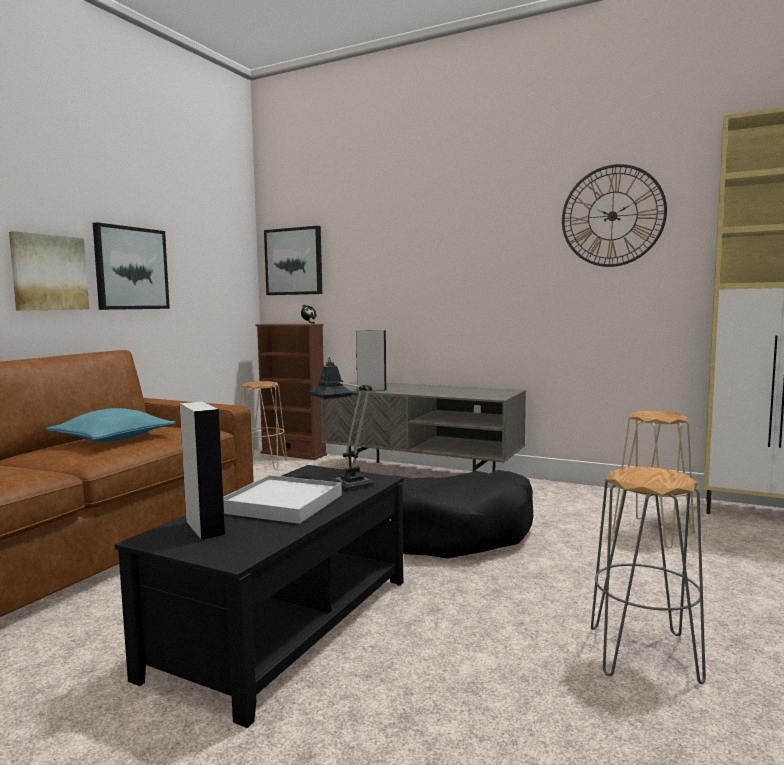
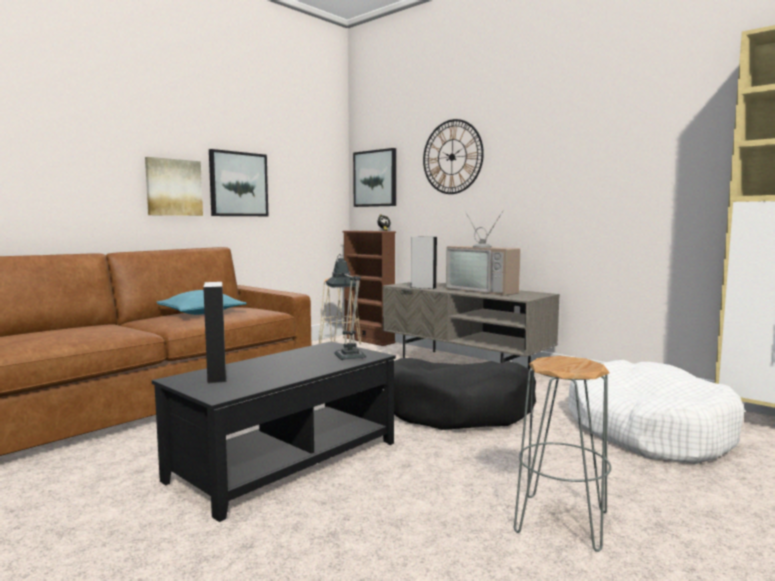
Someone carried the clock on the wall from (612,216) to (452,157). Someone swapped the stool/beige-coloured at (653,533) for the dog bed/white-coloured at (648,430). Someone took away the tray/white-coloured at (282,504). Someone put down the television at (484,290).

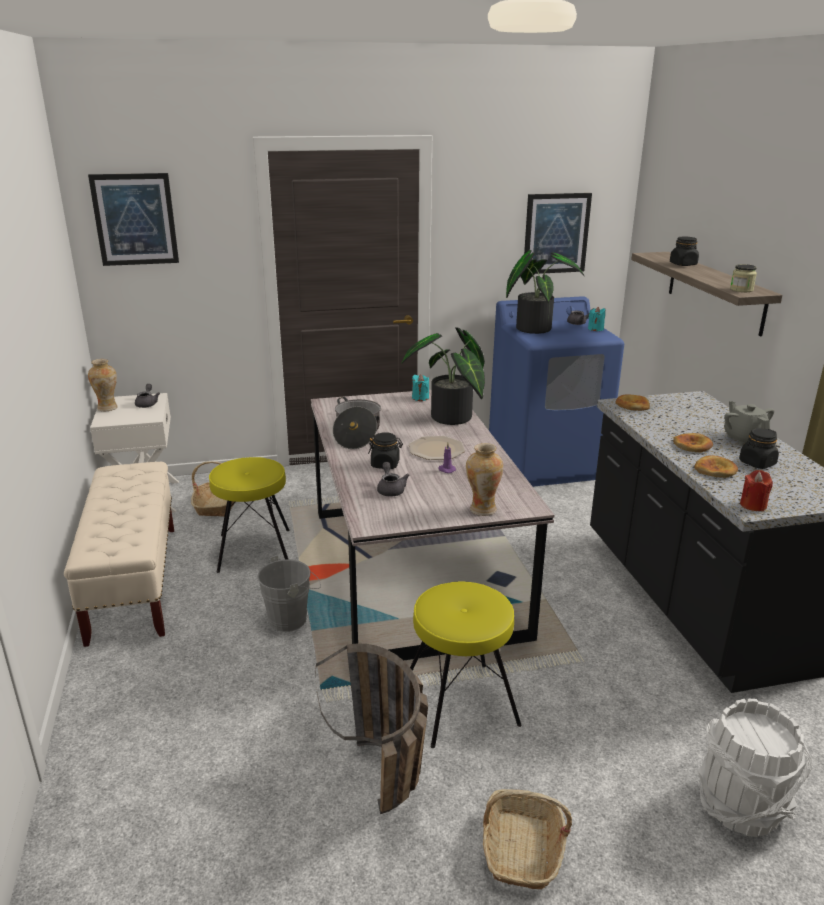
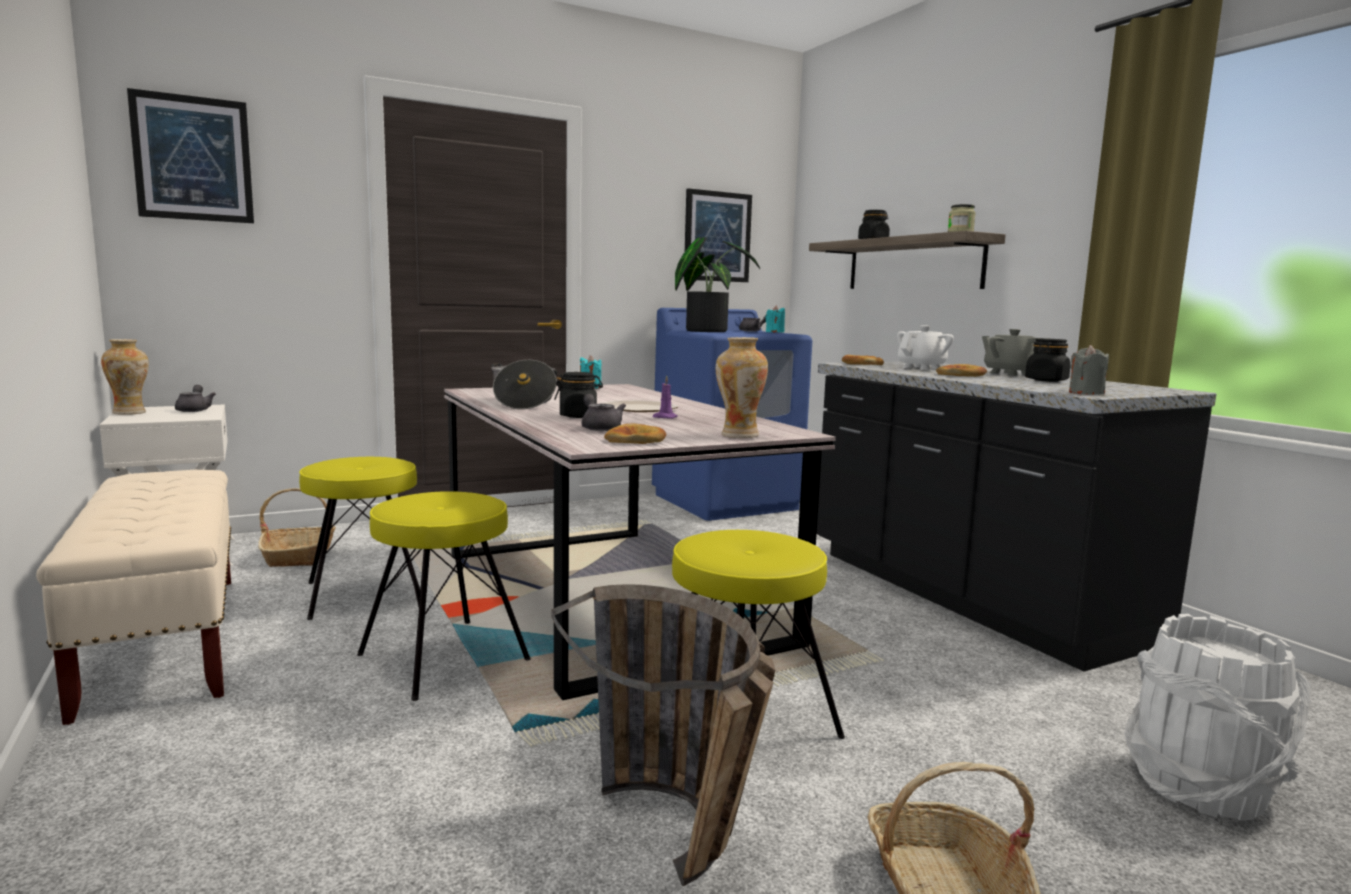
Someone took away the plant in a pot at (451,419). Someone carried the bread from (715,470) to (636,440). Someone repainted the candle/red at (753,505), which became the candle/gray at (1086,393). Someone swapped the water bucket/gray at (292,618) for the stool/yellow-coloured at (442,657). Someone put down the pot for tea/white-coloured at (922,368).

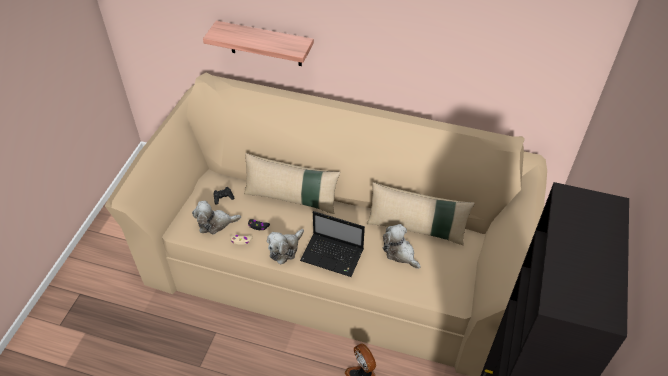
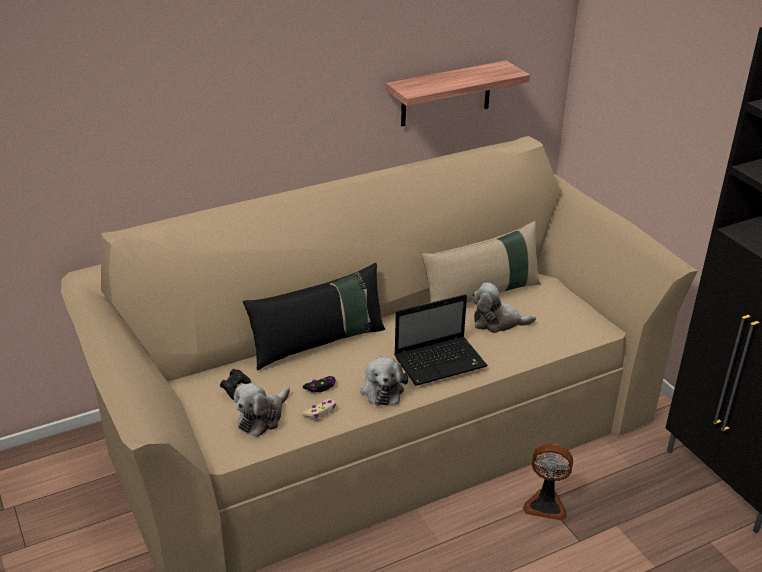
Someone carried the shelf from (265,44) to (446,94). Someone repainted the cushion/beige-coloured at (291,198), which became the cushion/blackish at (318,343).

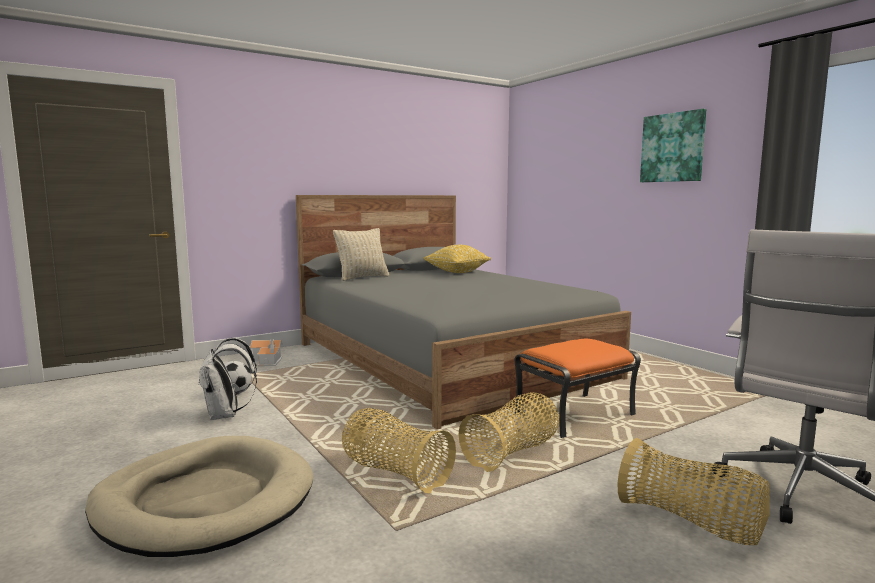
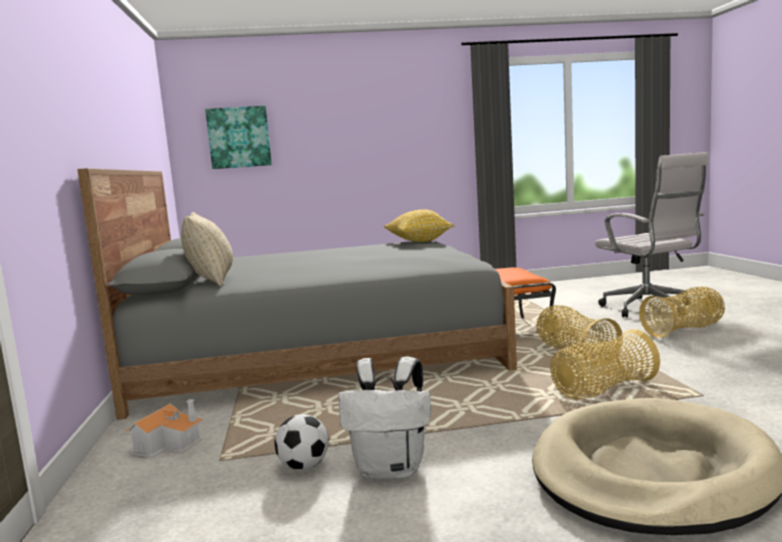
Someone carried the wall picture from (673,147) to (239,137). Someone carried the cushion/yellow-coloured from (457,272) to (419,241).

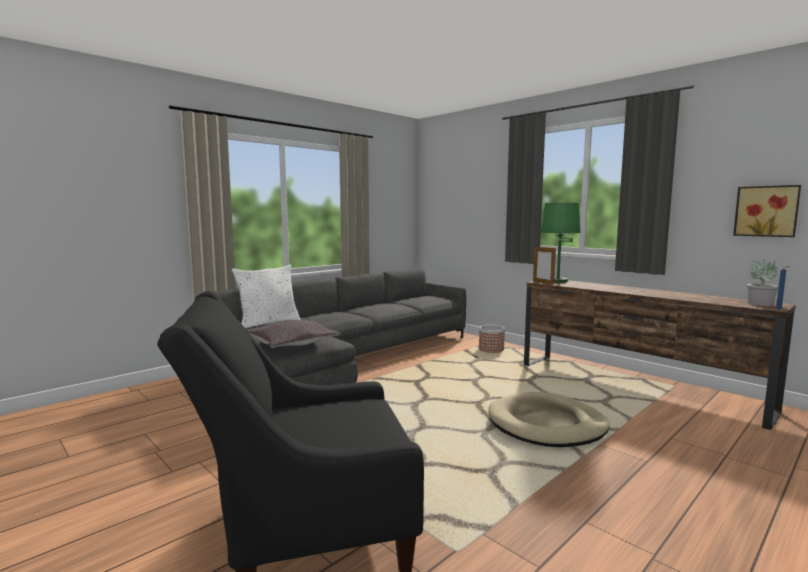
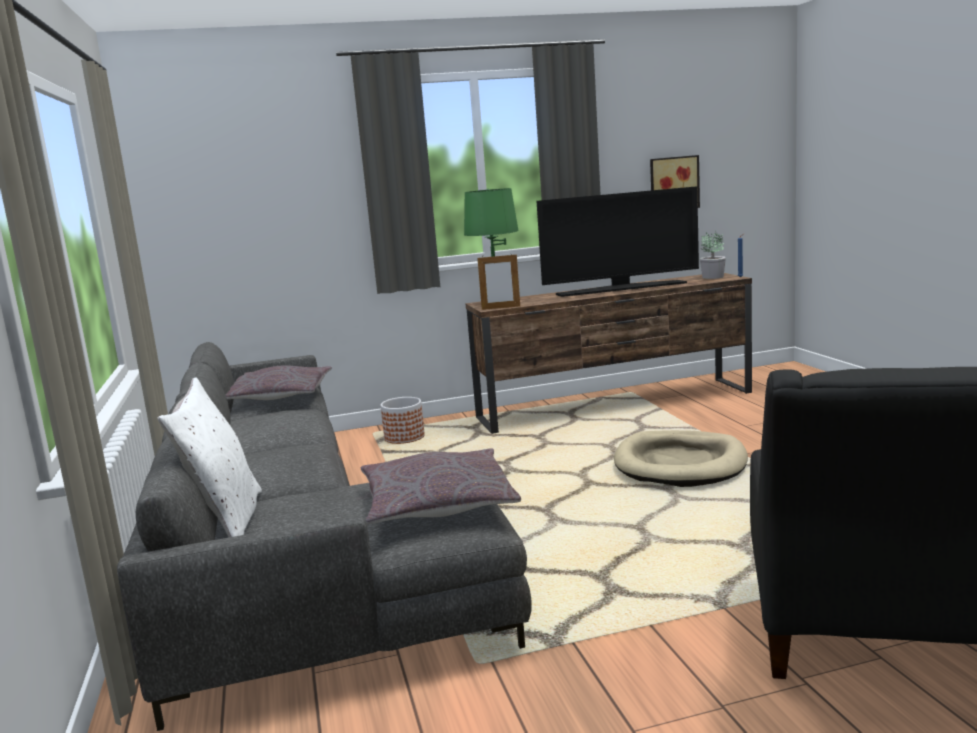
Someone put down the television at (621,289). Someone put down the cushion/gray at (279,396).

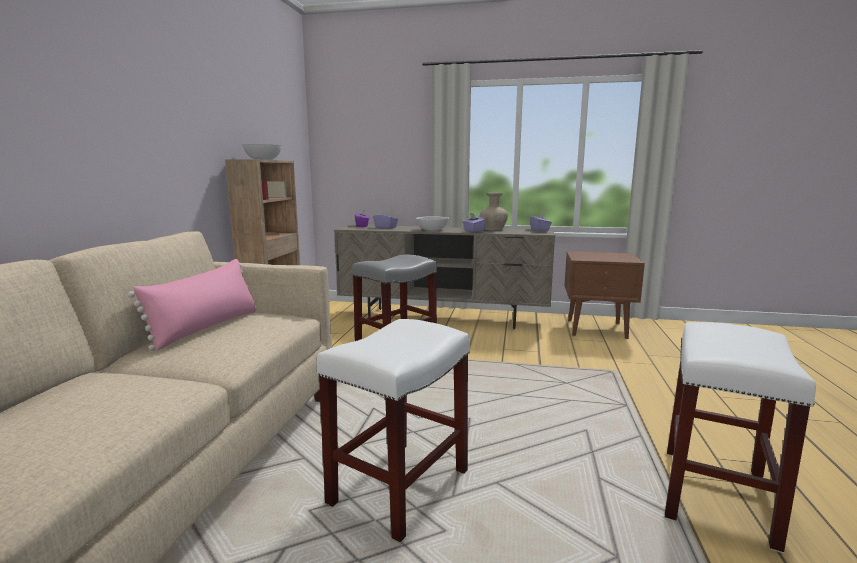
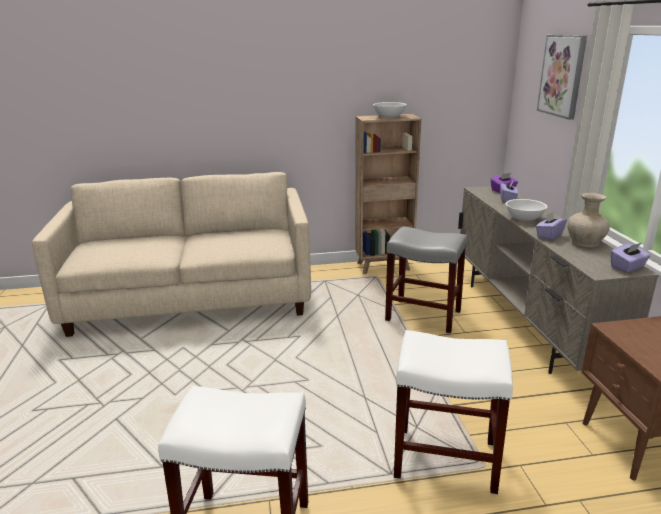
Someone took away the cushion/pinkish at (206,328). Someone carried the stool/white-coloured from (400,486) to (446,459). Someone put up the wall picture at (562,75).

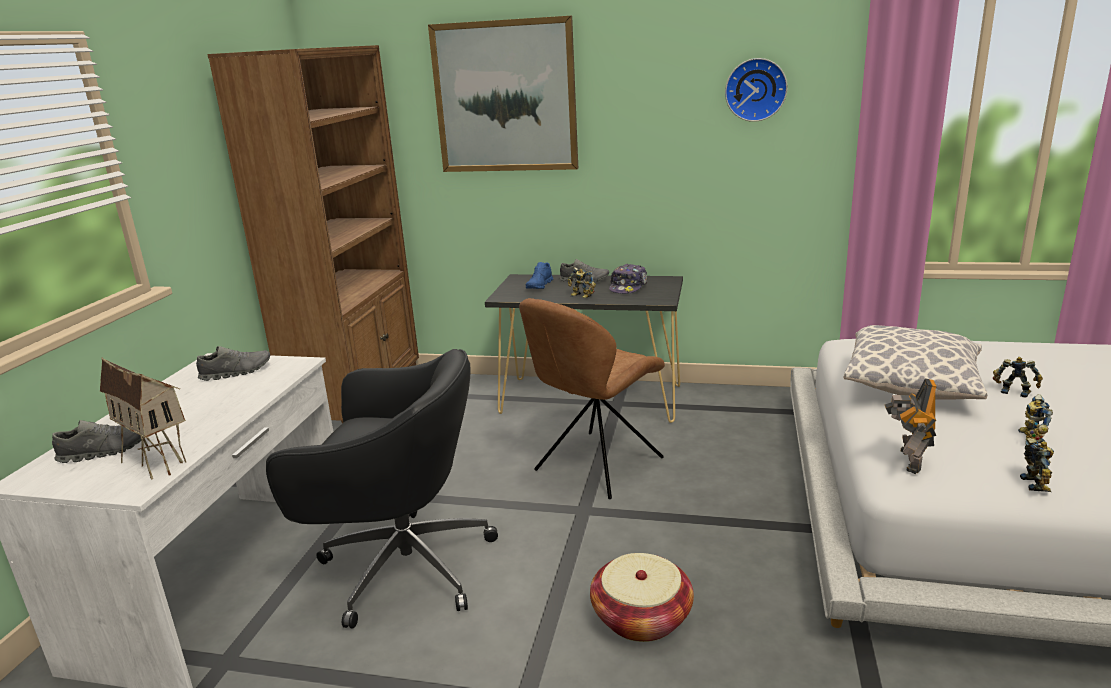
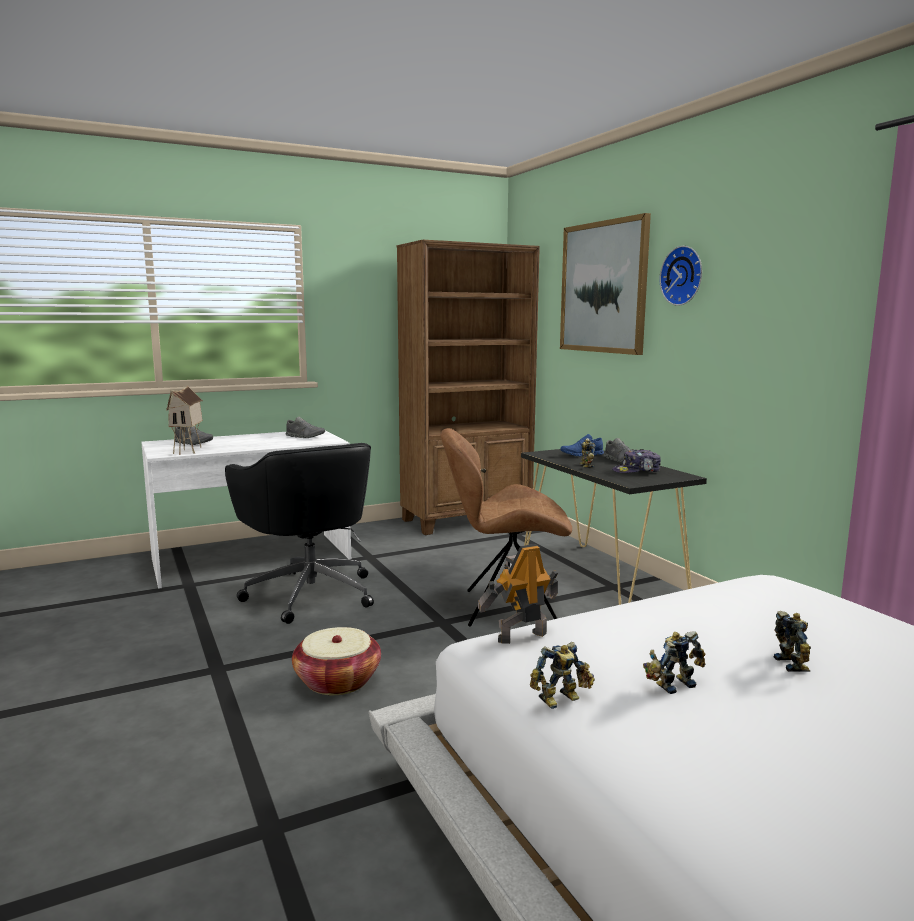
Someone carried the clock on the wall from (755,89) to (683,276). Someone took away the cushion at (911,386).

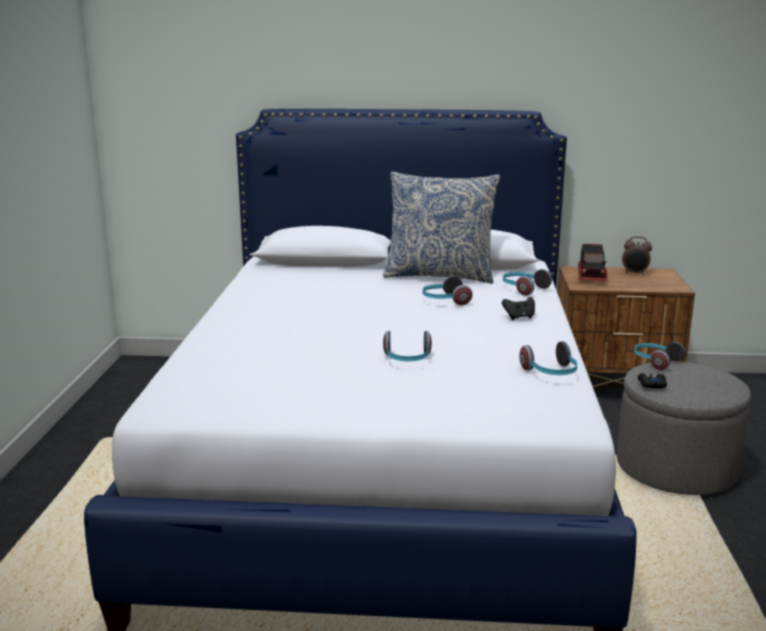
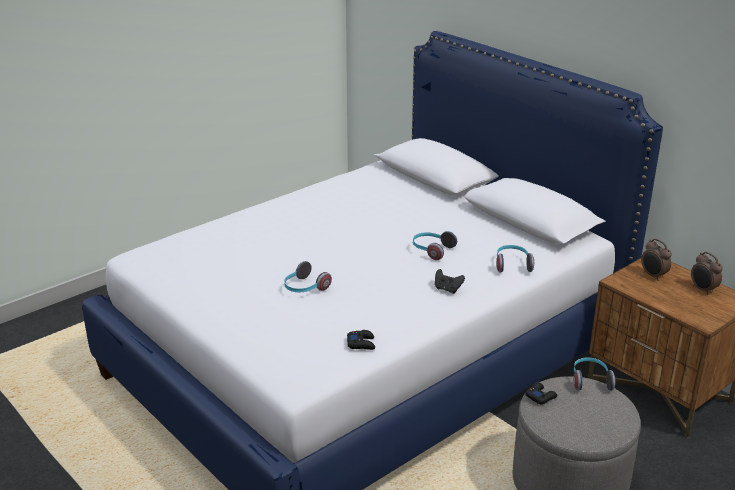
Someone took away the cushion at (439,275). Someone swapped the toy truck at (592,276) for the alarm clock at (653,276). Someone swapped the headset at (551,373) for the gamepad/blackish at (361,343).

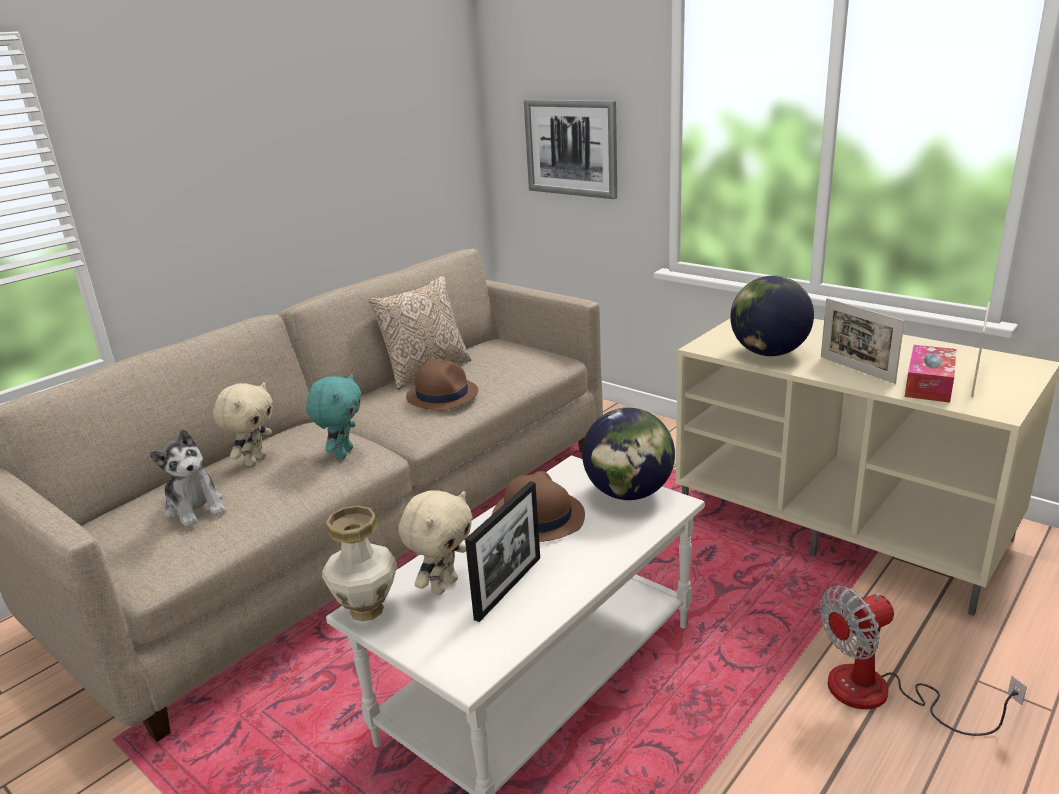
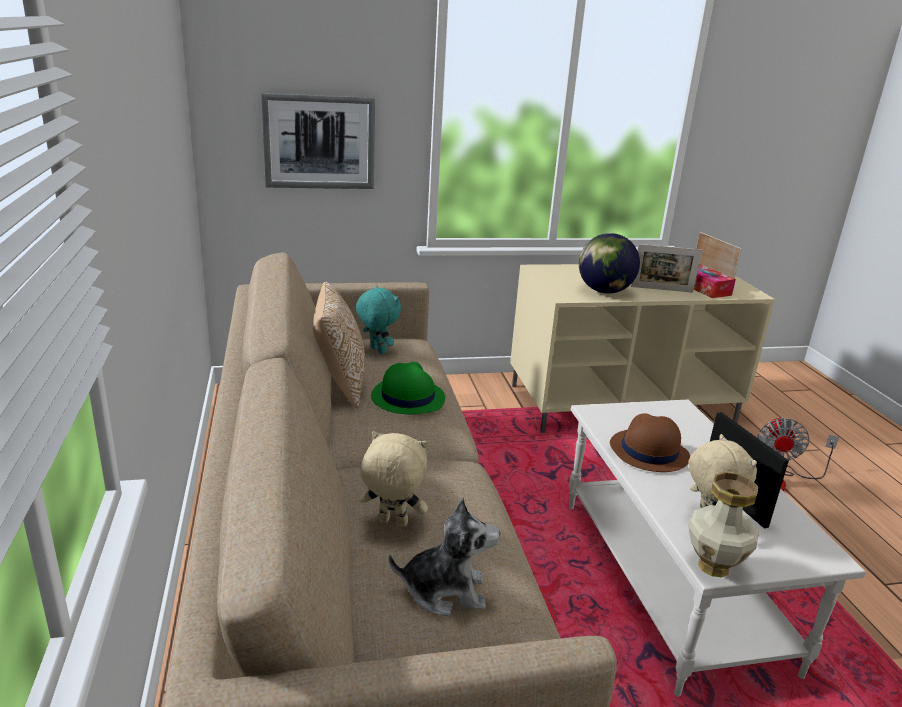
Someone repainted the wearable hat/brown at (442,394), which became the wearable hat/greenish at (407,397). Someone carried the cuddly toy/blue-green from (343,453) to (377,350). Someone rotated the cuddly toy/beige-coloured at (255,460) by 45 degrees counterclockwise. Someone took away the desk globe at (628,493).

